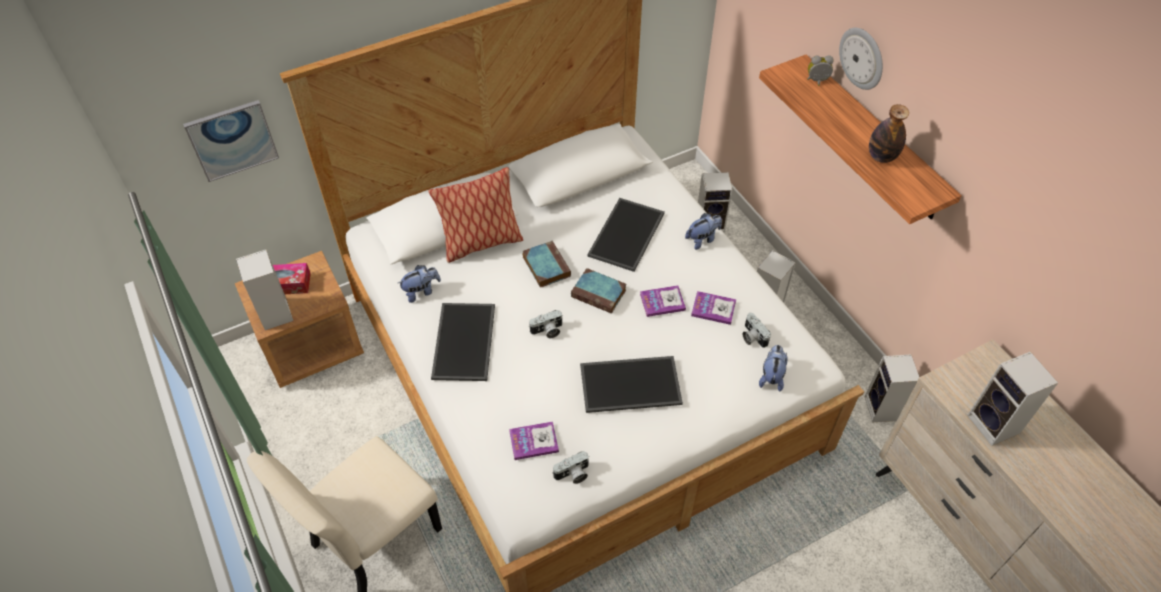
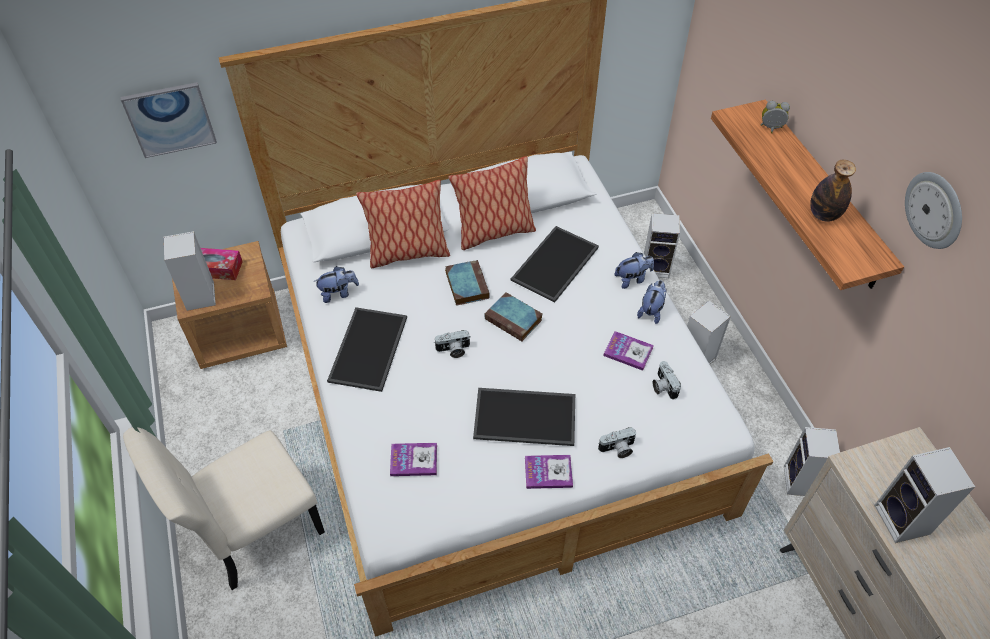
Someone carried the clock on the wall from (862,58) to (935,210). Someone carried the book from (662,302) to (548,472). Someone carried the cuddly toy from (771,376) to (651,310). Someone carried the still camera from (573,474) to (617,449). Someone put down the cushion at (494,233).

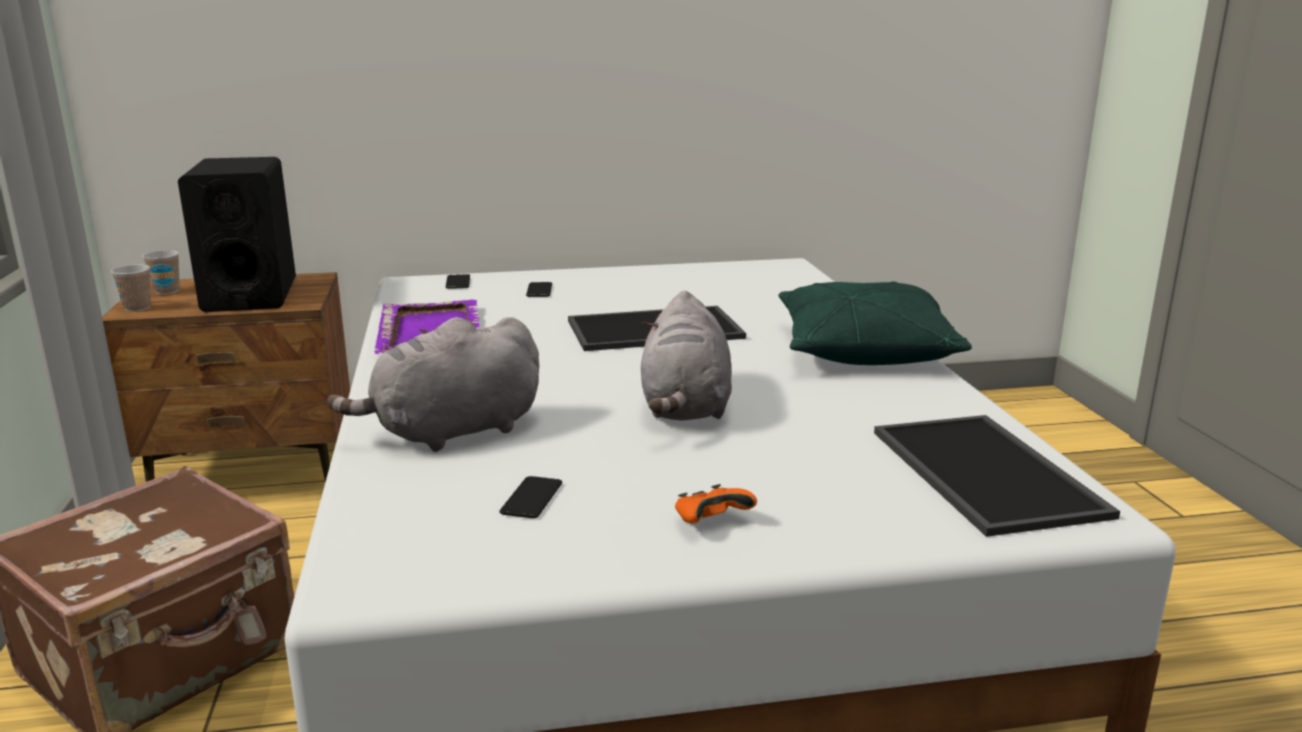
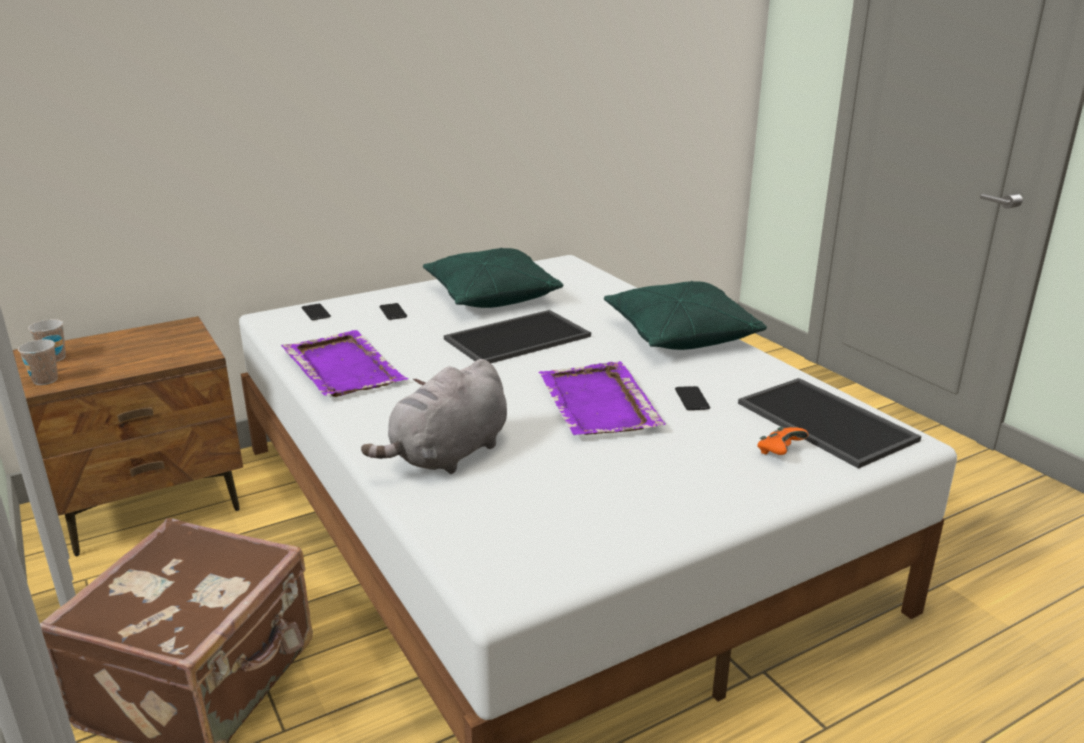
Someone took away the audio speaker/blackish at (250,295). Someone swapped the cuddly toy/gray at (685,407) for the tray/purple at (598,404). Someone carried the handset from (531,498) to (692,399). Someone carried the gamepad/orange-coloured from (711,523) to (779,452). Someone put down the cushion/greenish at (490,296).

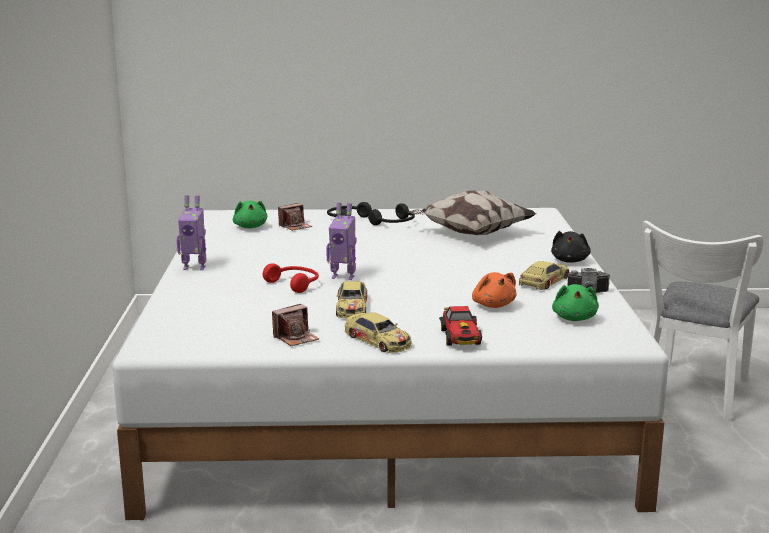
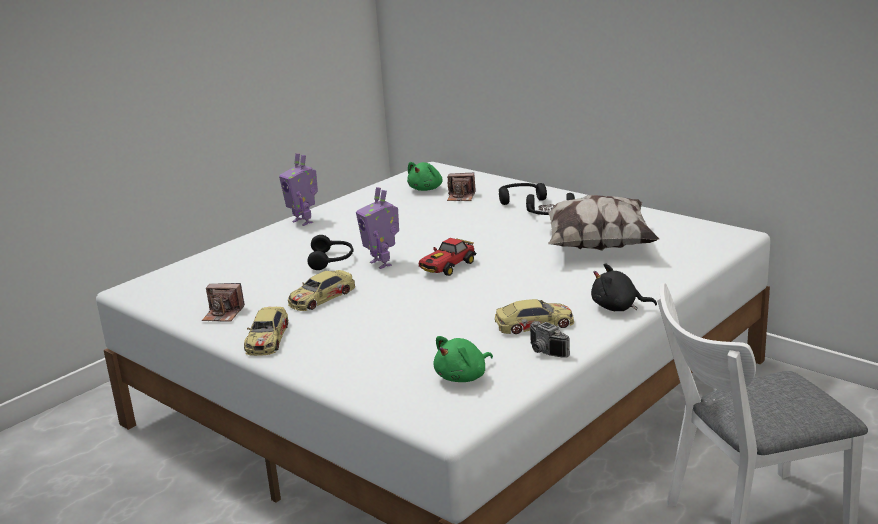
Someone rotated the cuddly toy/blackish at (570,261) by 45 degrees clockwise. Someone repainted the headset/red at (295,284), which became the headset/blackish at (332,260). Someone took away the cuddly toy/orange-coloured at (493,305). Someone carried the miniature car from (460,338) to (447,267).

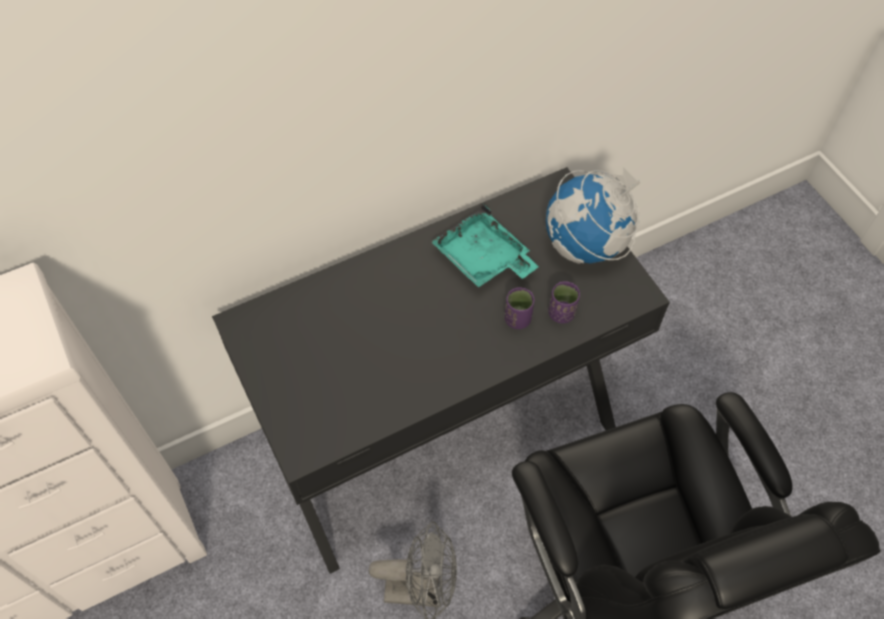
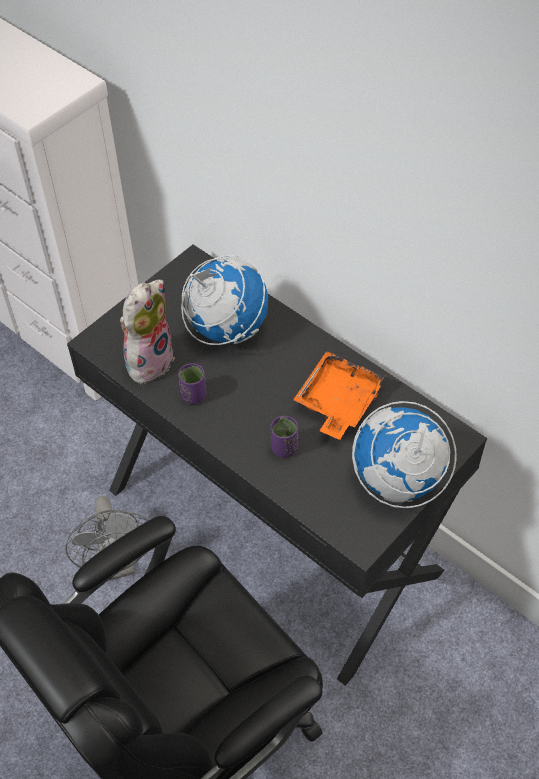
Someone repainted the tray/blue-green at (483,259), which became the tray/orange-coloured at (338,402). Someone carried the small cup/purple from (561,313) to (194,395). Someone put down the desk globe at (226,328). Someone put down the cuddly toy at (148,359).

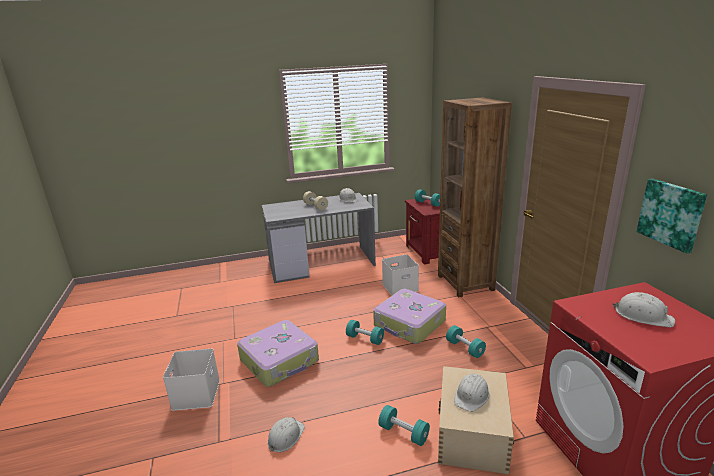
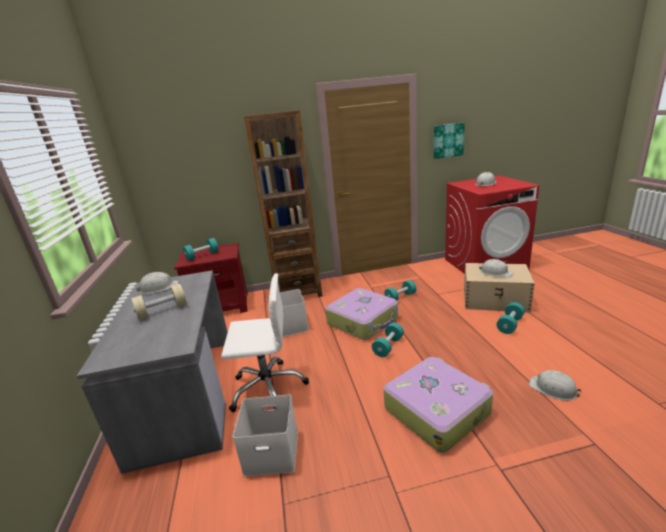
Someone carried the storage box/white-coloured from (195,393) to (270,453). Someone put down the computer chair/white-coloured at (268,388).

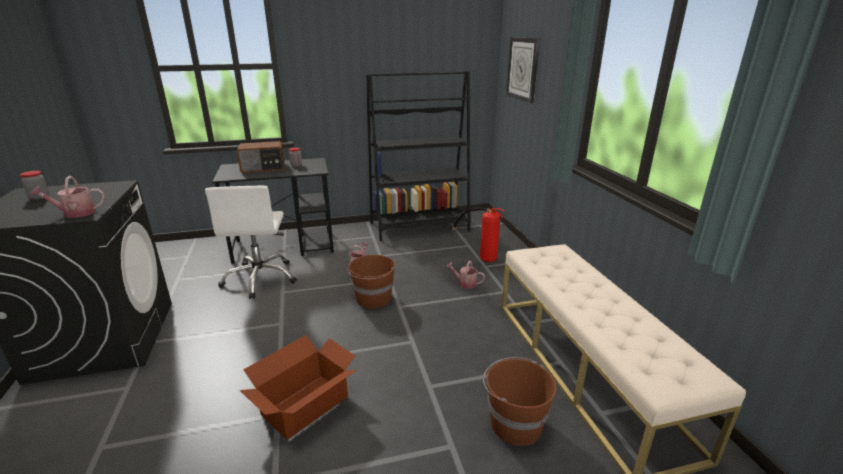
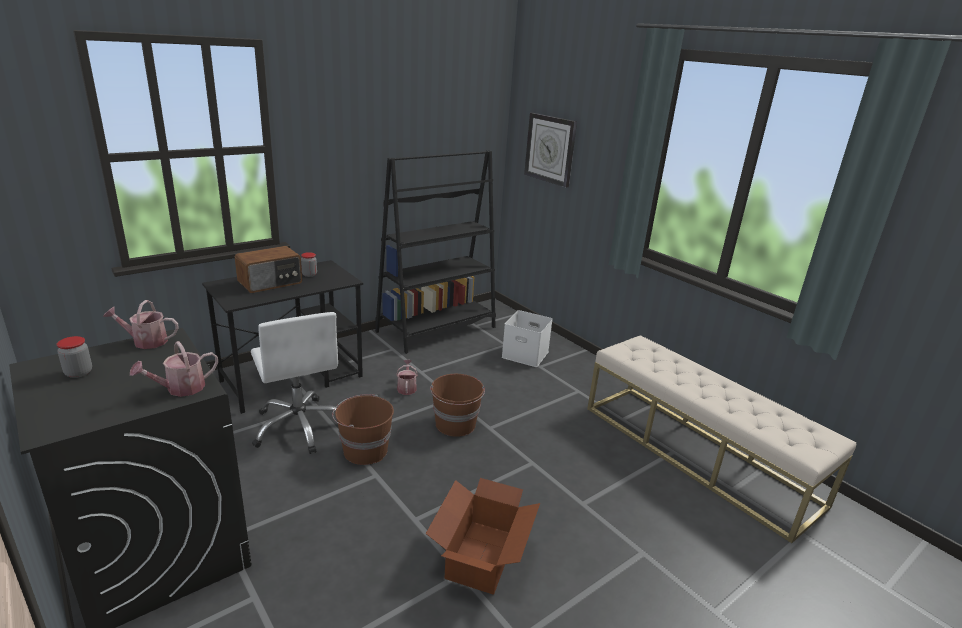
Someone swapped the fire-fighting cylinder at (480,255) for the storage box/white-coloured at (526,354). Someone carried the sprinkling can from (465,283) to (146,341). Someone carried the water bucket/brown from (514,424) to (364,450).

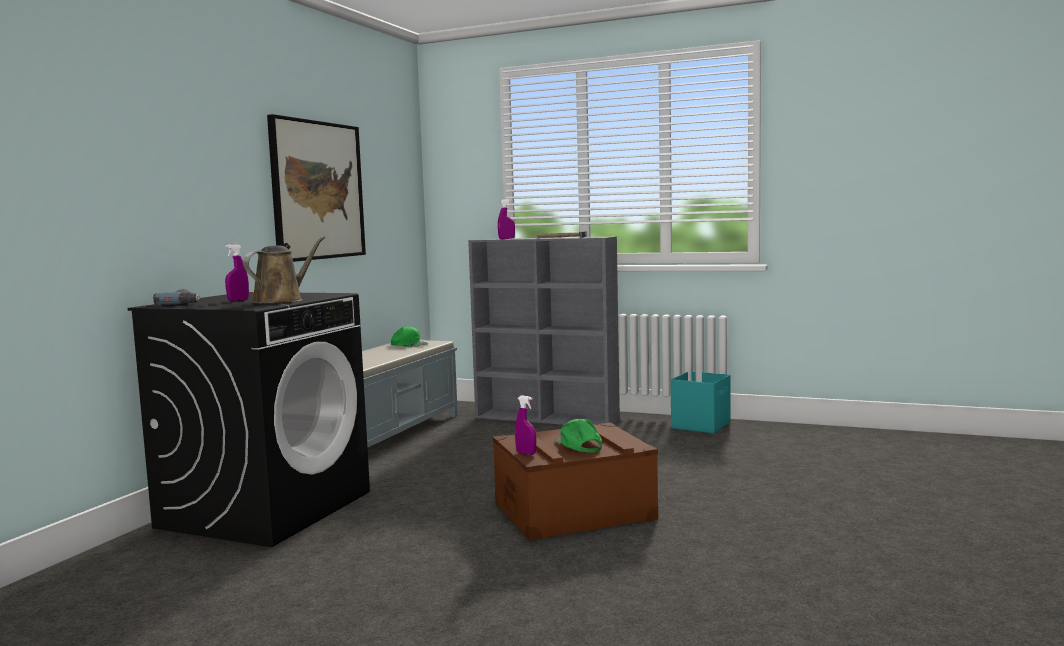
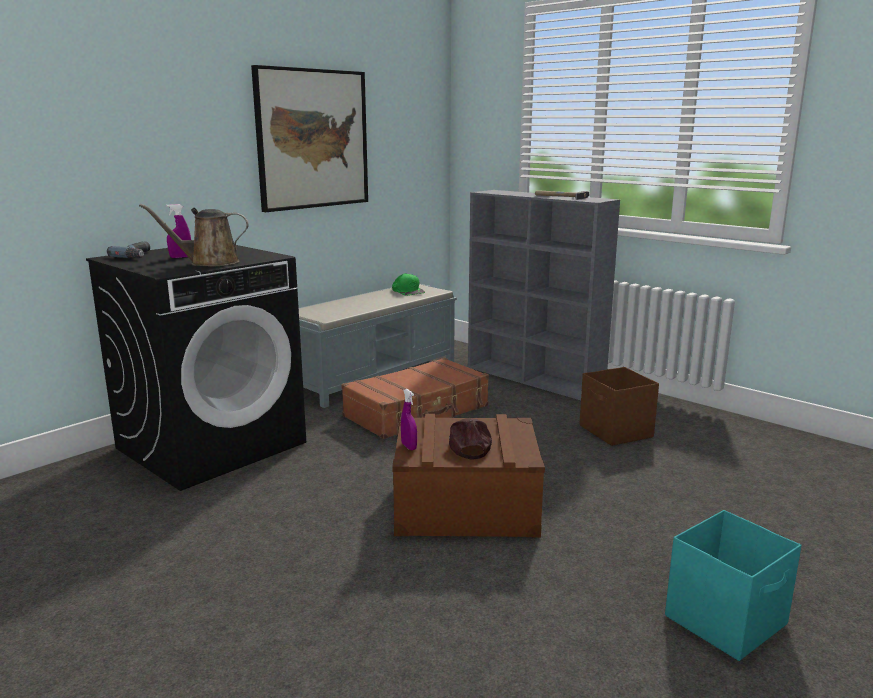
Someone took away the sprayer/purple at (506,238). Someone rotated the sprinkling can/brown at (282,300) by 150 degrees counterclockwise. Someone carried the storage box/blue-green from (701,425) to (727,620). Someone repainted the peaked cap/greenish at (579,445), which became the peaked cap/brown at (468,446). Someone put down the suitcase/brown at (417,412). Someone put down the storage box/brown at (616,432).

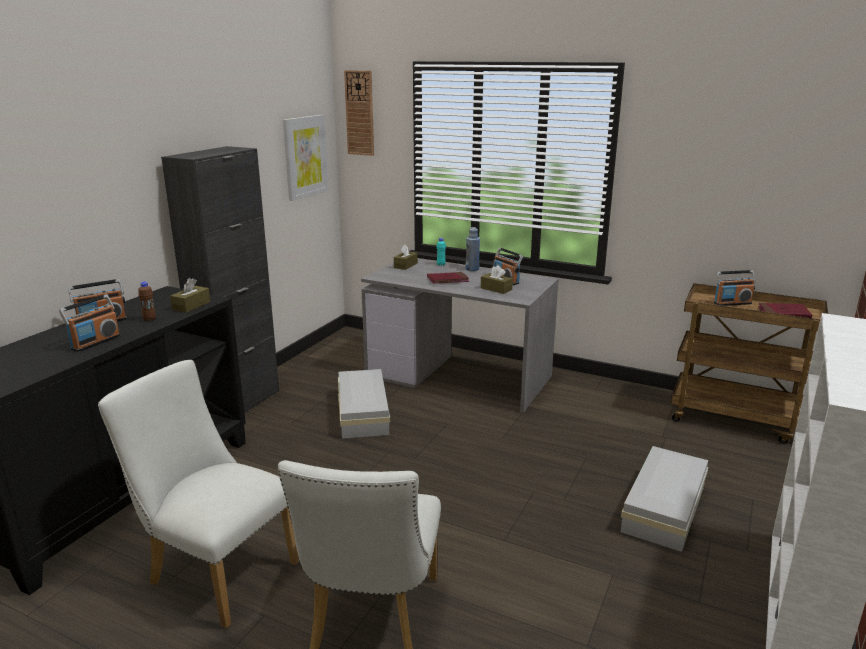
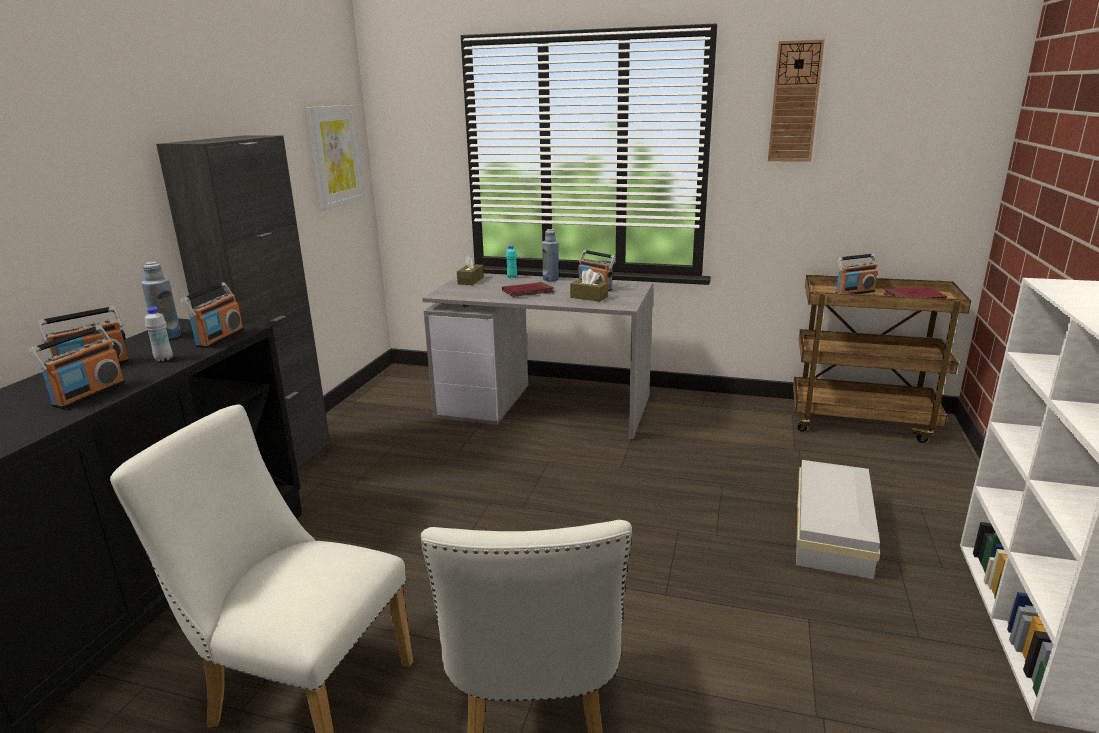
Someone carried the clock on the wall from (360,113) to (795,102). Someone swapped the tissue box/brown at (191,306) for the radio receiver at (219,338). Someone repainted the drink bottle/brown at (149,319), which became the drink bottle/white-coloured at (164,359). Someone took away the storage box/white-coloured at (364,412). Someone put down the drink bottle/blue at (168,336).

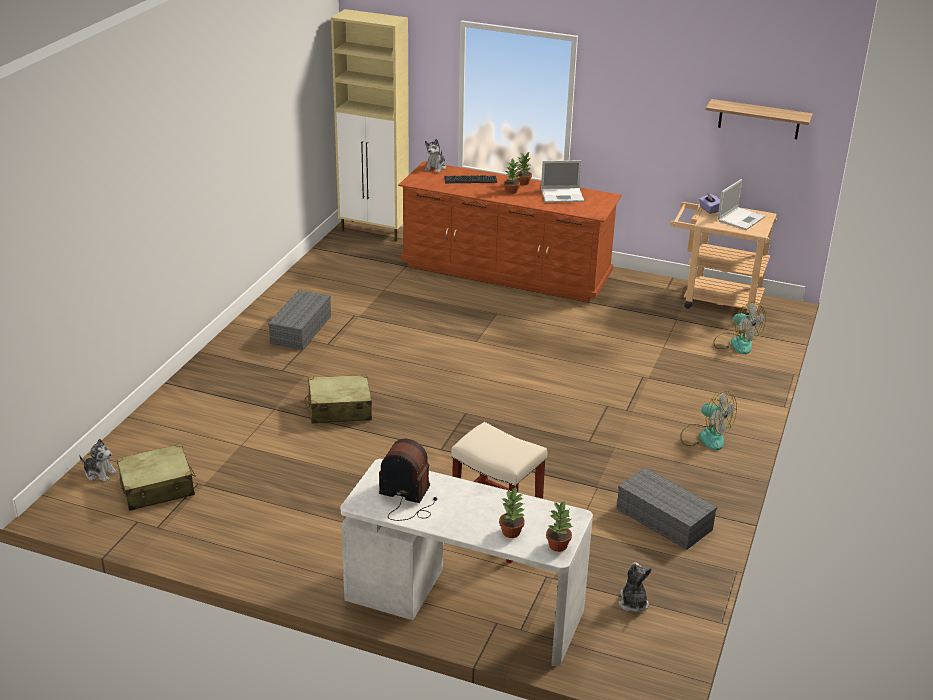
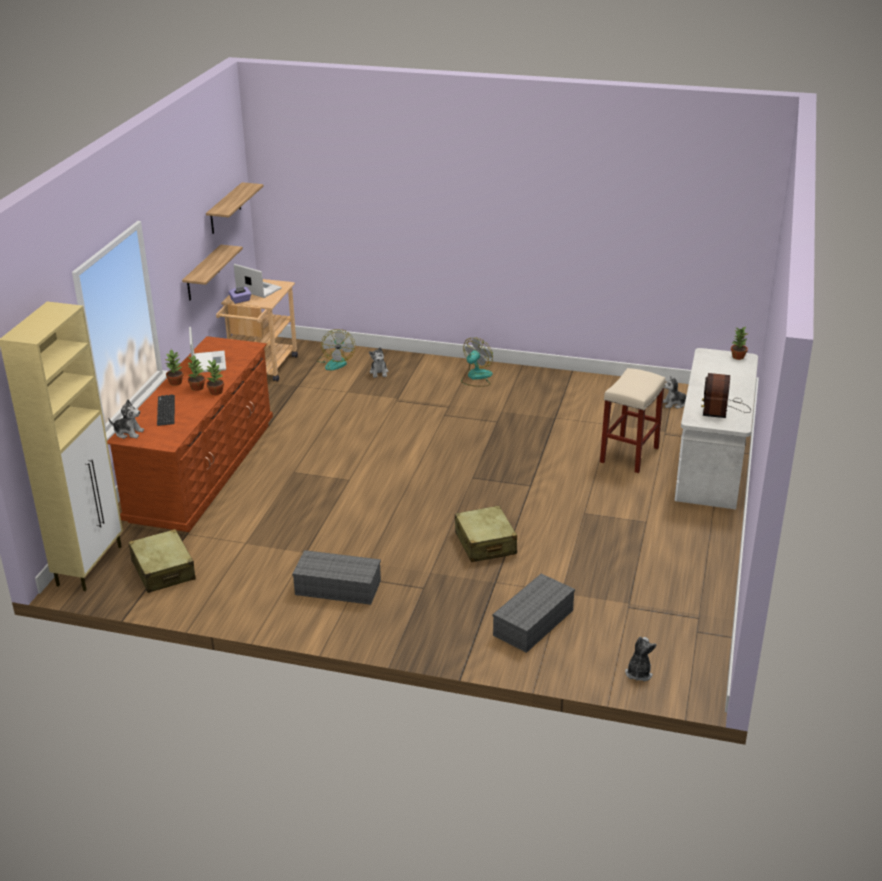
Someone rotated the fan at (736,343) by 135 degrees clockwise. Someone carried the suitcase/beige-coloured from (157,488) to (163,570). Someone carried the storage box/gray from (662,519) to (533,624). Someone carried the plant in a pot from (511,532) to (216,392). Someone put up the shelf at (203,273). Someone put down the cuddly toy at (379,372).

